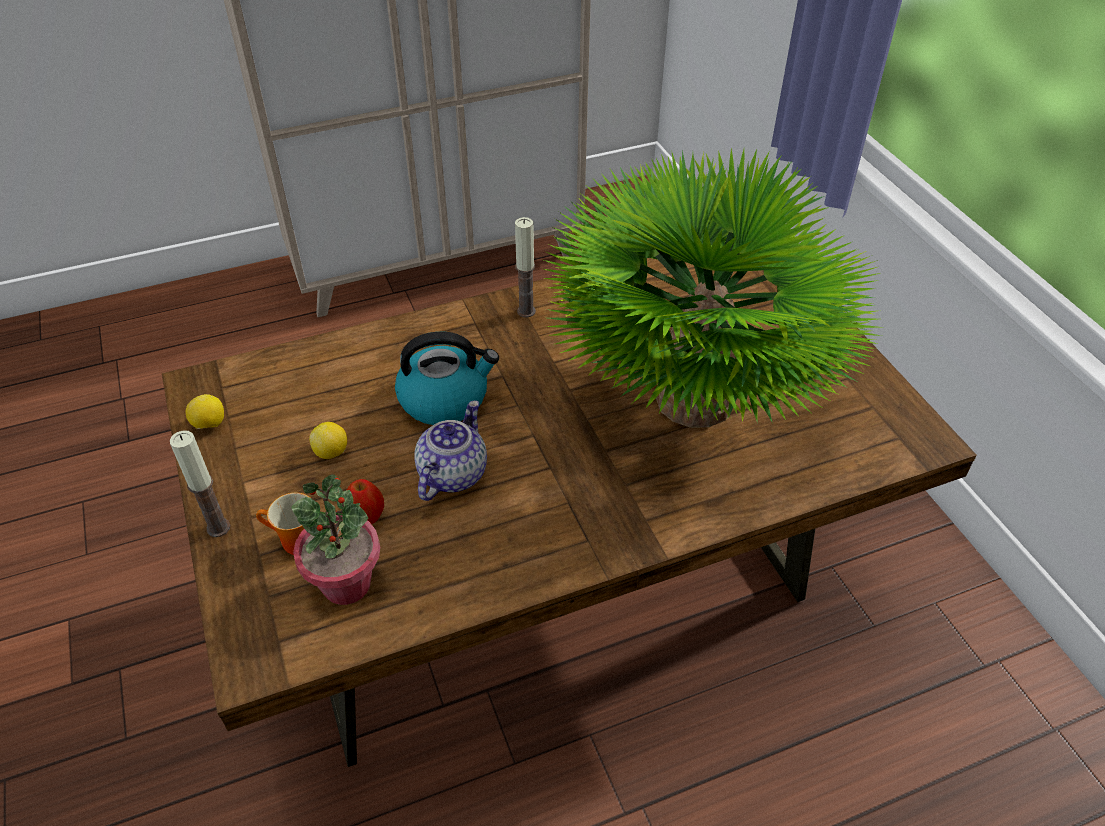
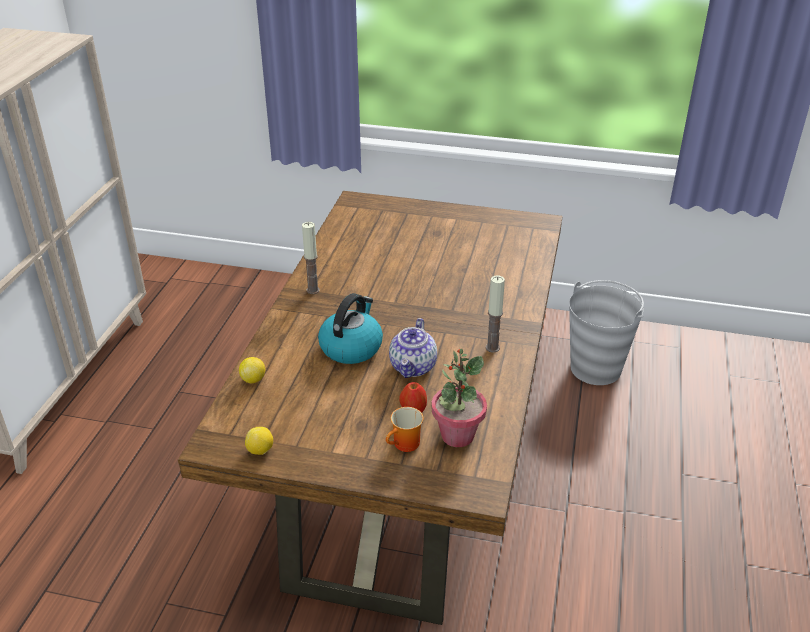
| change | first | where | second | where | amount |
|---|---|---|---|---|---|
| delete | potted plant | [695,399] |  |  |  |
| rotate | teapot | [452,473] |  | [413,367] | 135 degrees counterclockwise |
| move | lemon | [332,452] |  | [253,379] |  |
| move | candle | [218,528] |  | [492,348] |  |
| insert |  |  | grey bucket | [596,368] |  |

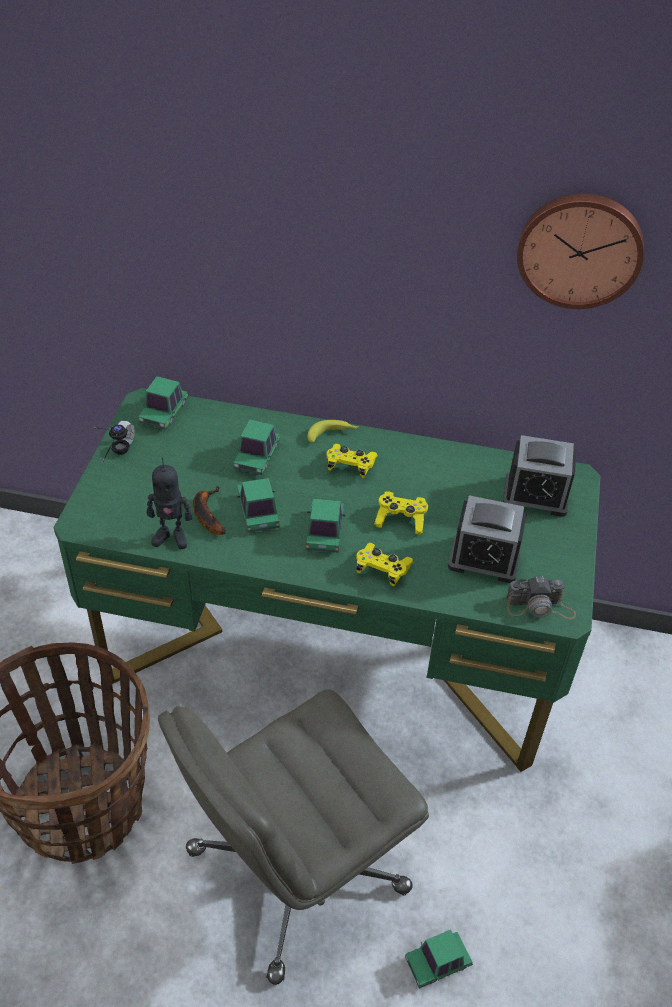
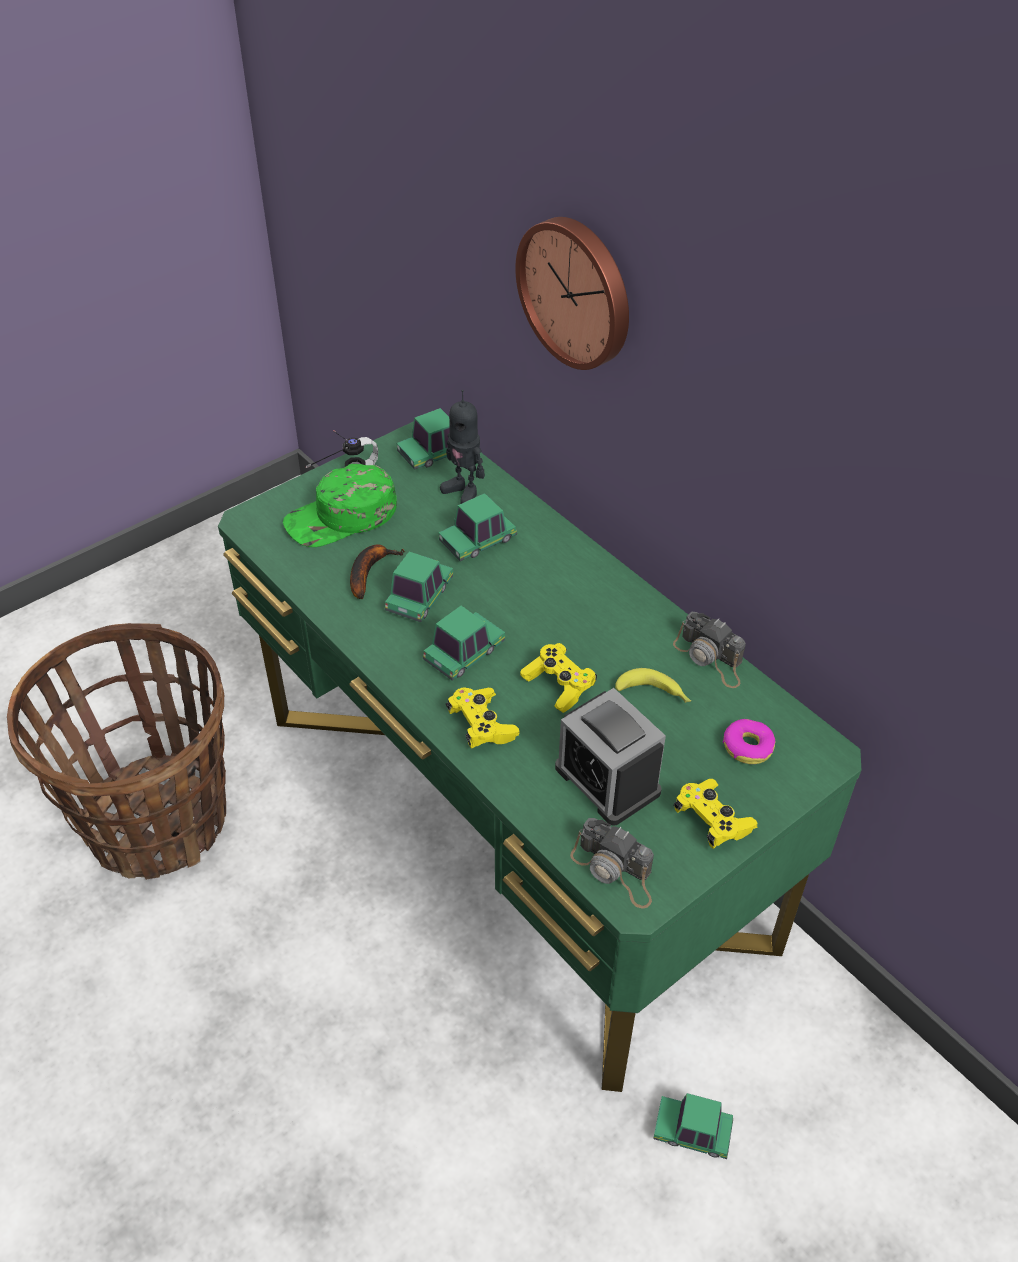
| change | first | where | second | where | amount |
|---|---|---|---|---|---|
| move | wall clock | [580,249] |  | [577,291] |  |
| move | banana | [332,434] |  | [654,694] |  |
| replace | alarm clock | [535,495] | donut | [748,747] |  |
| move | yellow game controller | [350,466] |  | [712,821] |  |
| move | toy robot | [171,537] |  | [463,491] |  |
| delete | grey office chair | [295,872] |  |  |  |
| move | toy car | [438,962] |  | [692,1131] |  |
| insert |  |  | green cap | [341,517] |  |
| insert |  |  | photo camera | [710,658] |  |

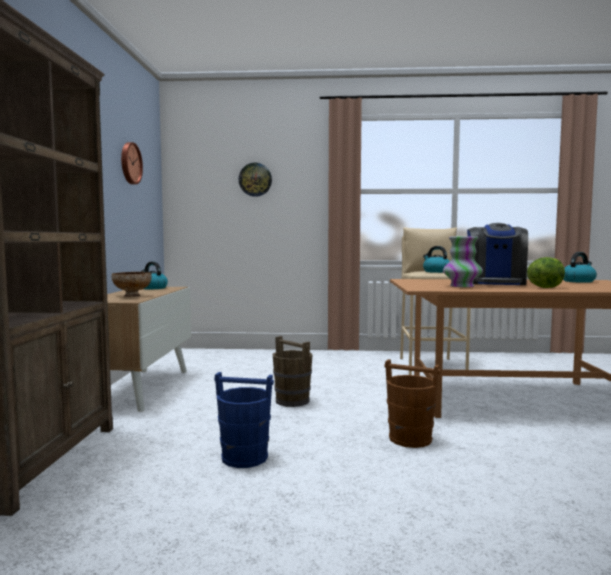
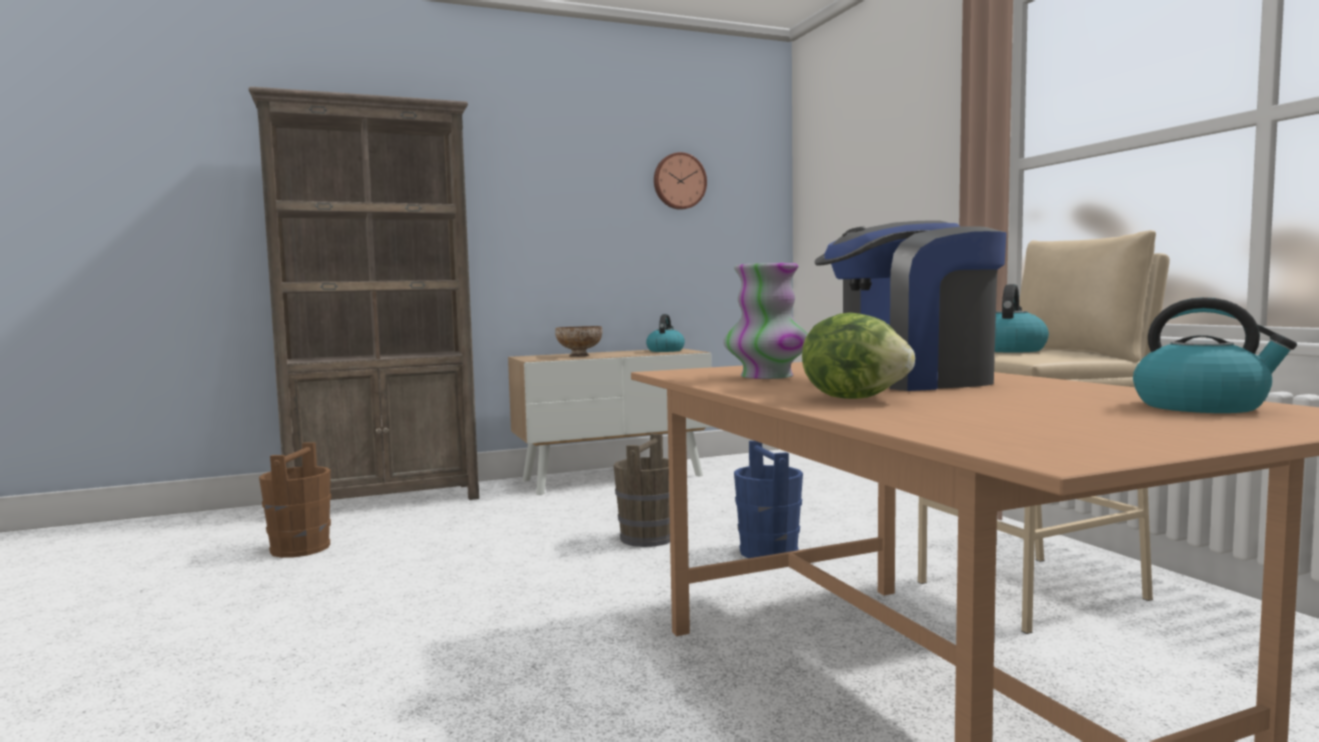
| change | first | where | second | where | amount |
|---|---|---|---|---|---|
| delete | wall clock | [255,179] |  |  |  |
| move | brown bucket | [409,438] |  | [301,548] |  |
| move | blue bucket | [245,457] |  | [768,552] |  |

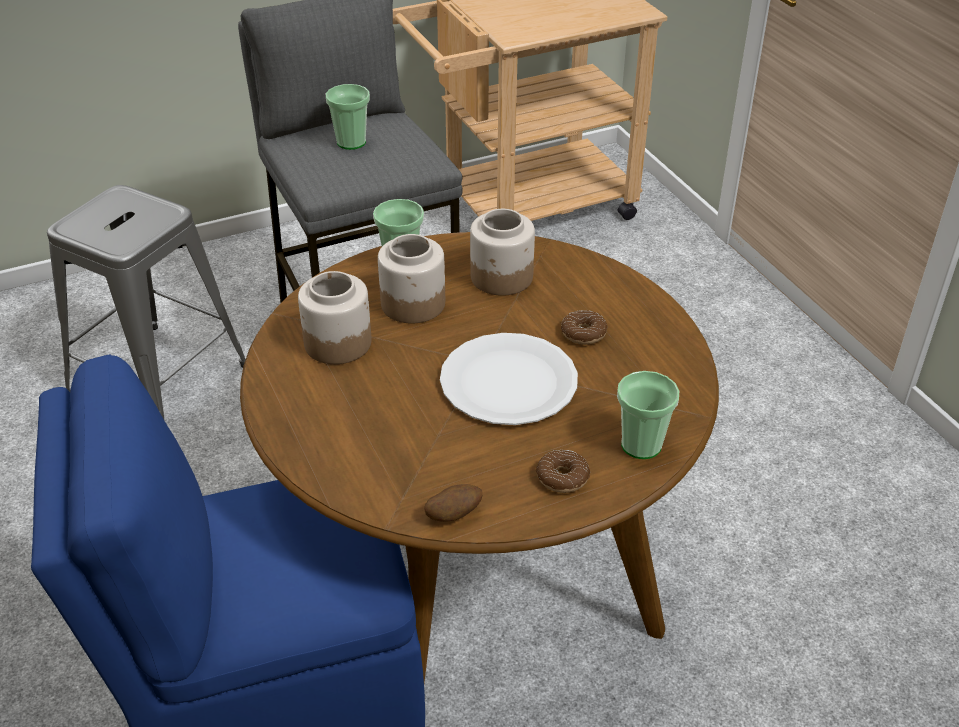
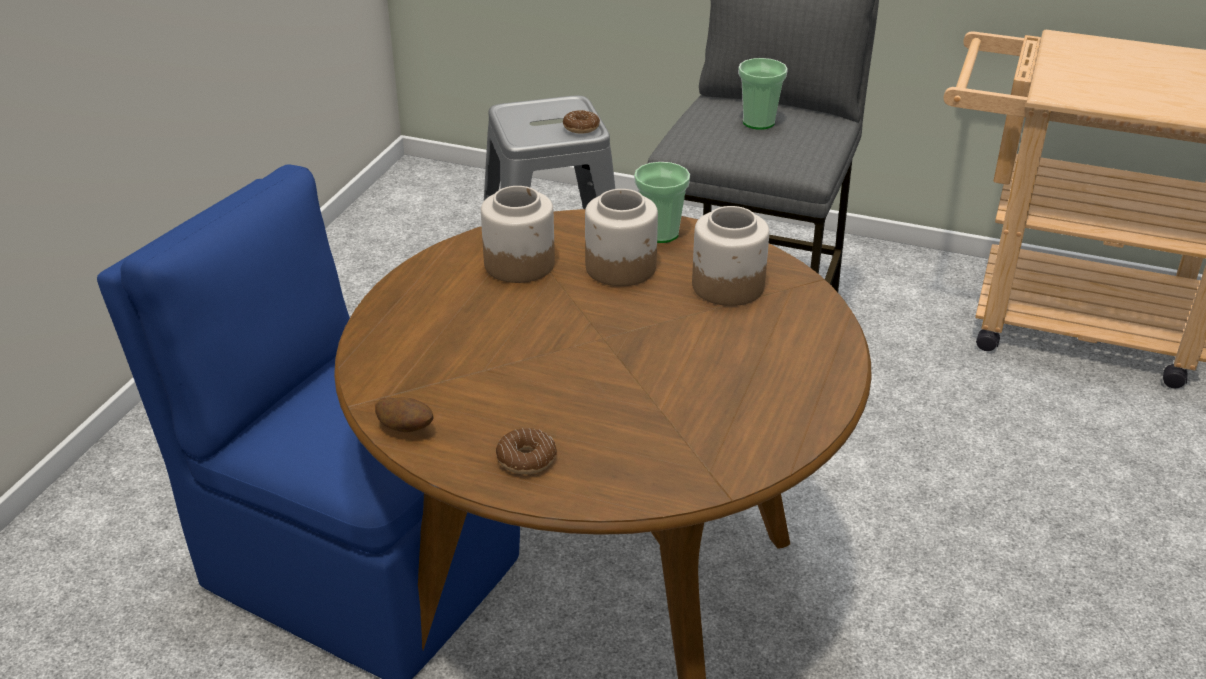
| change | first | where | second | where | amount |
|---|---|---|---|---|---|
| move | donut | [583,333] |  | [581,127] |  |
| delete | white plate | [508,382] |  |  |  |
| delete | cup | [641,445] |  |  |  |

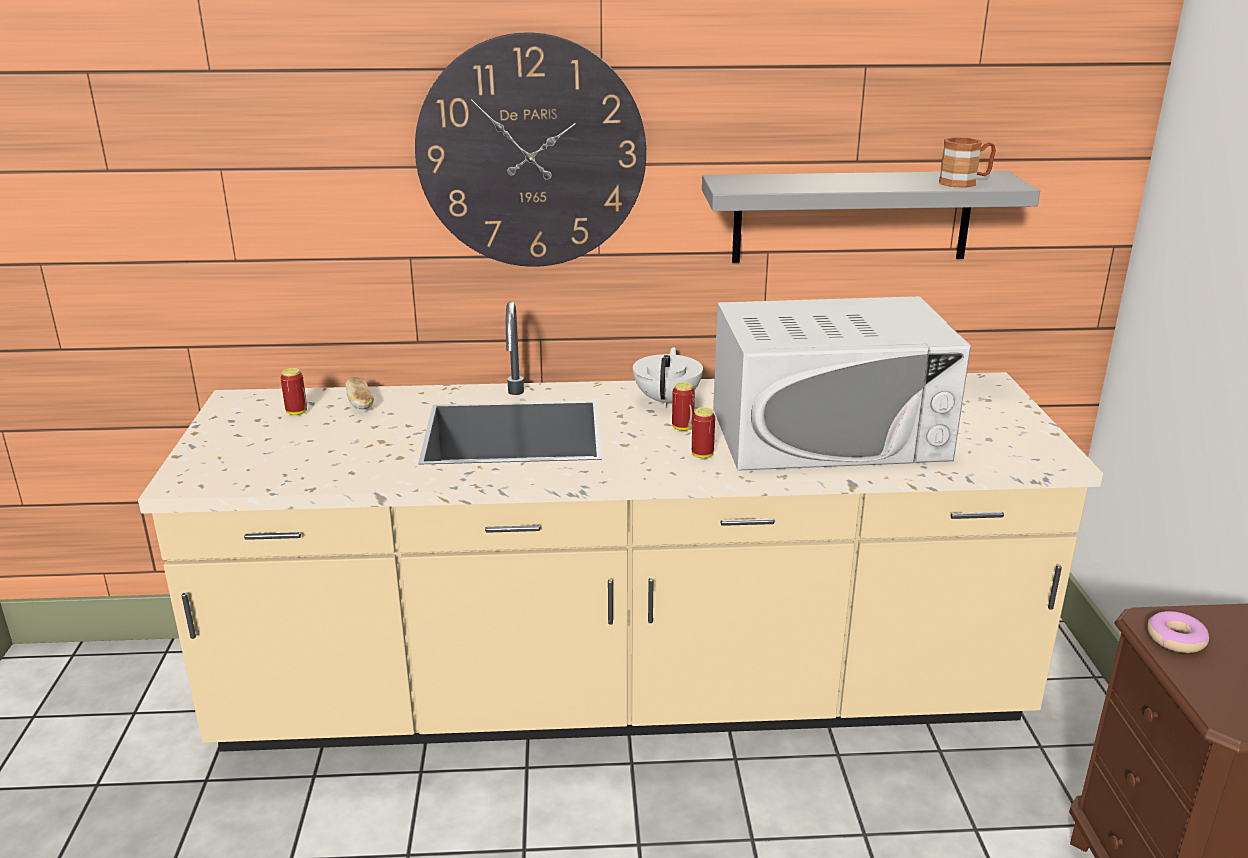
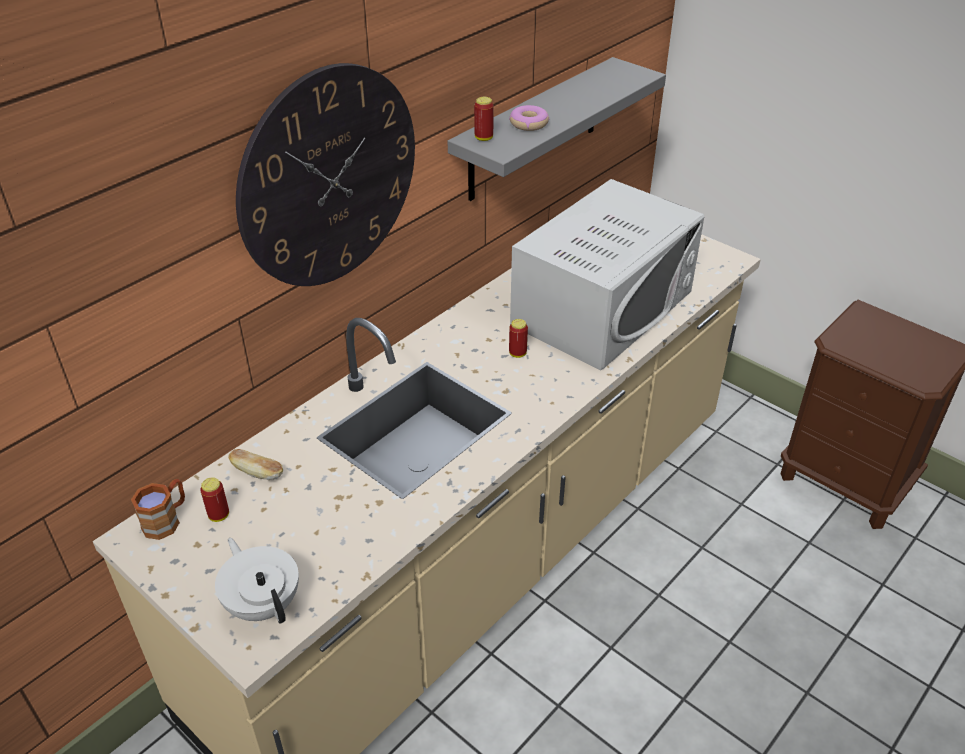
| change | first | where | second | where | amount |
|---|---|---|---|---|---|
| move | brown mug | [965,182] |  | [166,519] |  |
| move | white teapot | [668,400] |  | [263,603] |  |
| move | can | [702,455] |  | [483,138] |  |
| move | donut | [1175,639] |  | [528,124] |  |

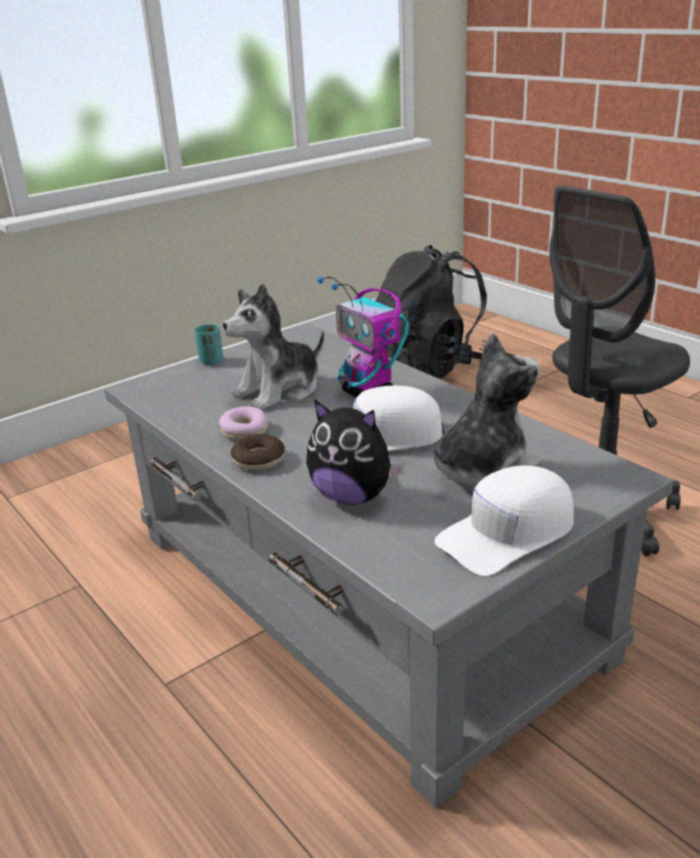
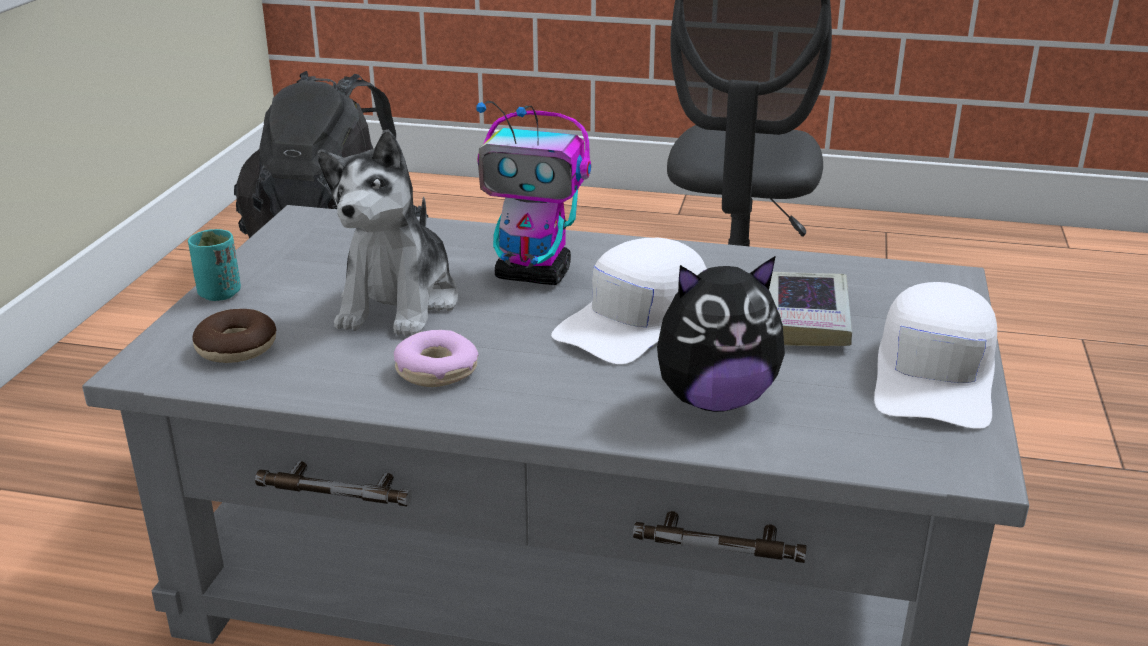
| change | first | where | second | where | amount |
|---|---|---|---|---|---|
| replace | plush toy | [484,470] | book | [806,318] |  |
| move | donut | [258,460] |  | [236,348] |  |

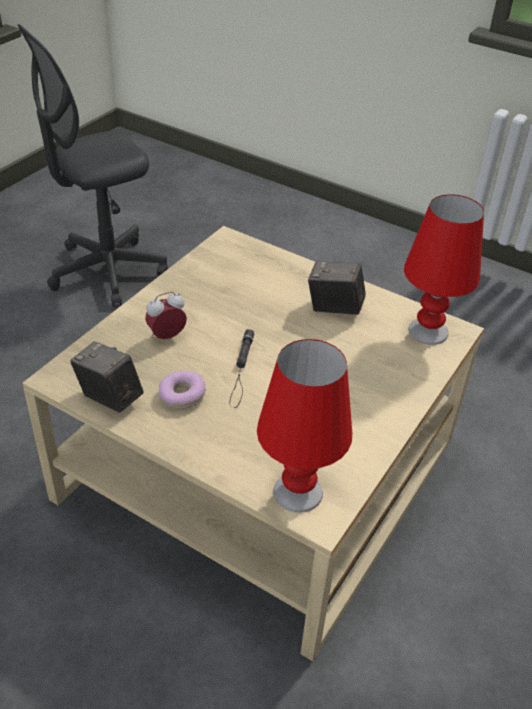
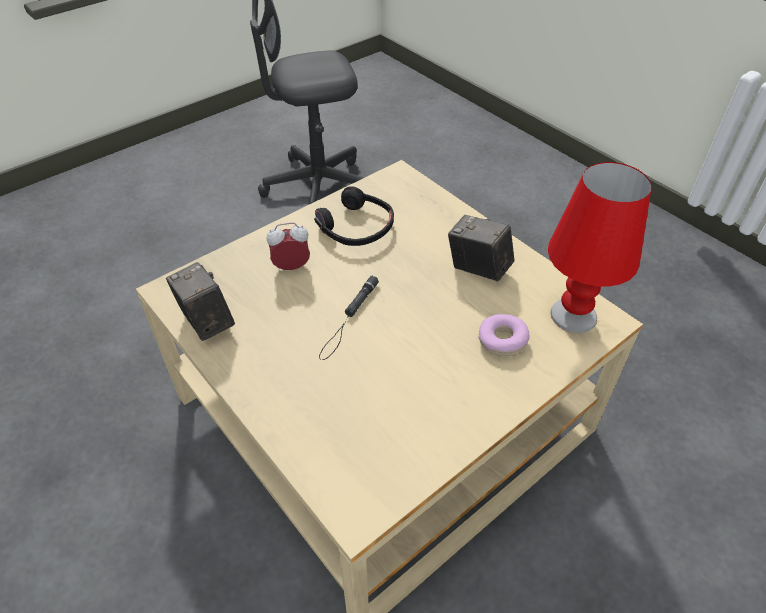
| change | first | where | second | where | amount |
|---|---|---|---|---|---|
| delete | red table lamp | [298,492] |  |  |  |
| move | donut | [182,395] |  | [502,340] |  |
| insert |  |  | black headphones | [356,228] |  |

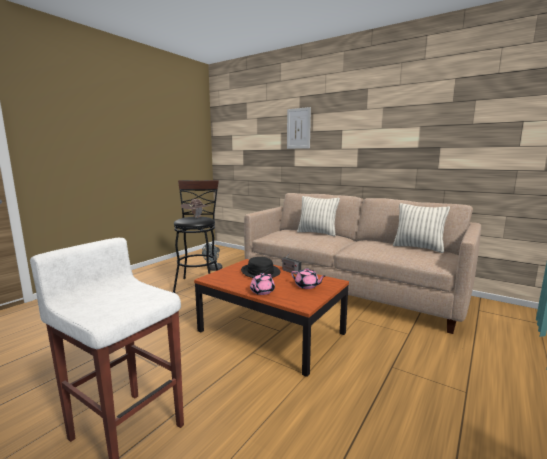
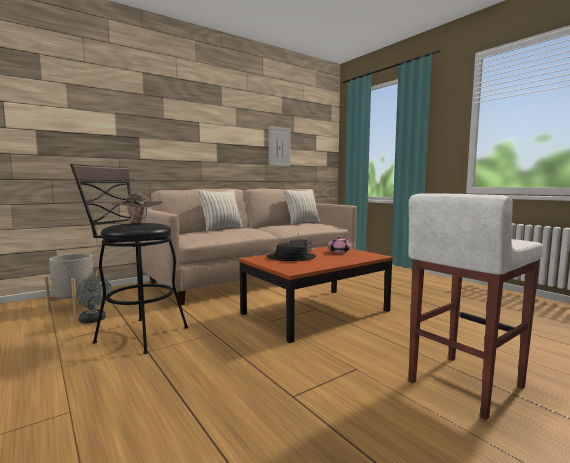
| change | first | where | second | where | amount |
|---|---|---|---|---|---|
| move | picture | [298,128] |  | [279,146] |  |
| delete | pink teapot | [262,292] |  |  |  |
| insert |  |  | grey planter | [75,306] |  |

